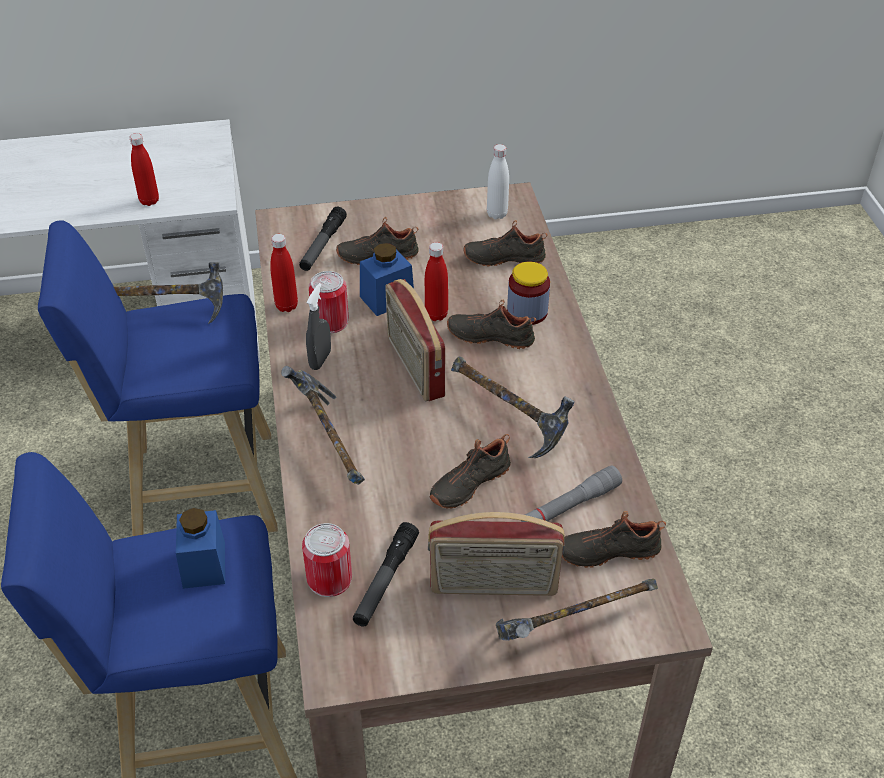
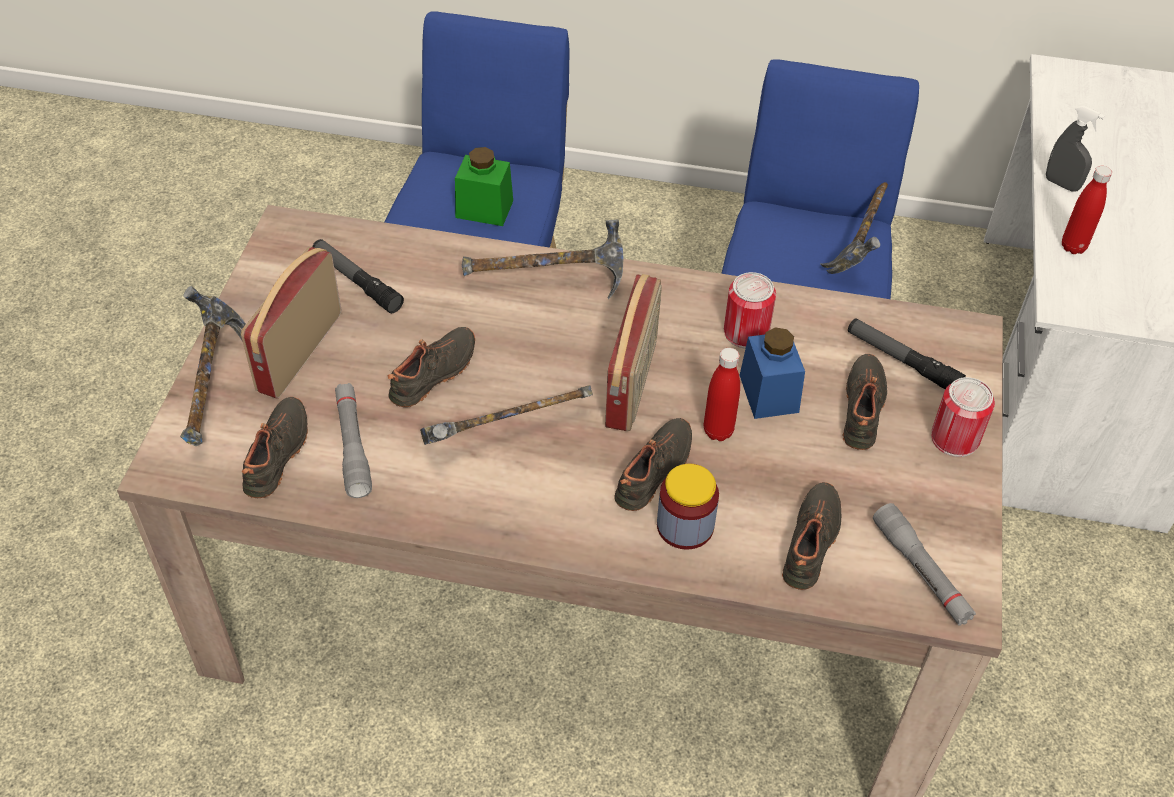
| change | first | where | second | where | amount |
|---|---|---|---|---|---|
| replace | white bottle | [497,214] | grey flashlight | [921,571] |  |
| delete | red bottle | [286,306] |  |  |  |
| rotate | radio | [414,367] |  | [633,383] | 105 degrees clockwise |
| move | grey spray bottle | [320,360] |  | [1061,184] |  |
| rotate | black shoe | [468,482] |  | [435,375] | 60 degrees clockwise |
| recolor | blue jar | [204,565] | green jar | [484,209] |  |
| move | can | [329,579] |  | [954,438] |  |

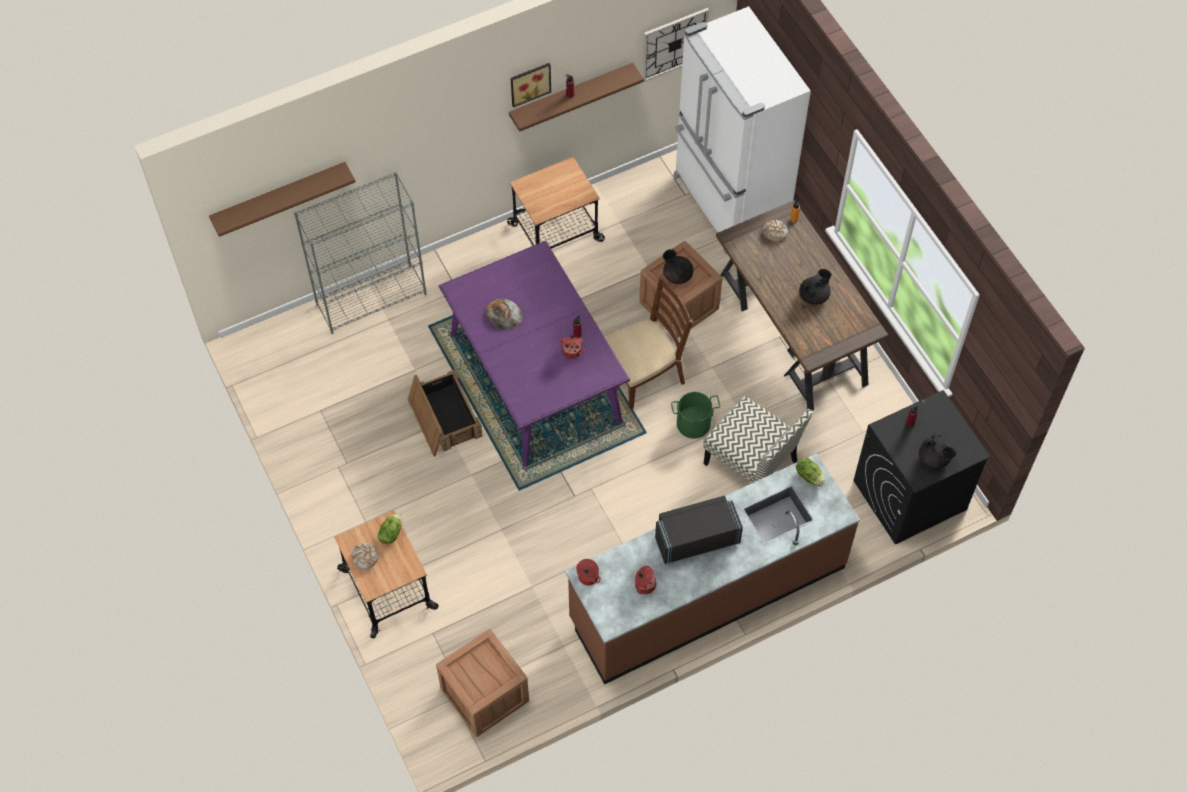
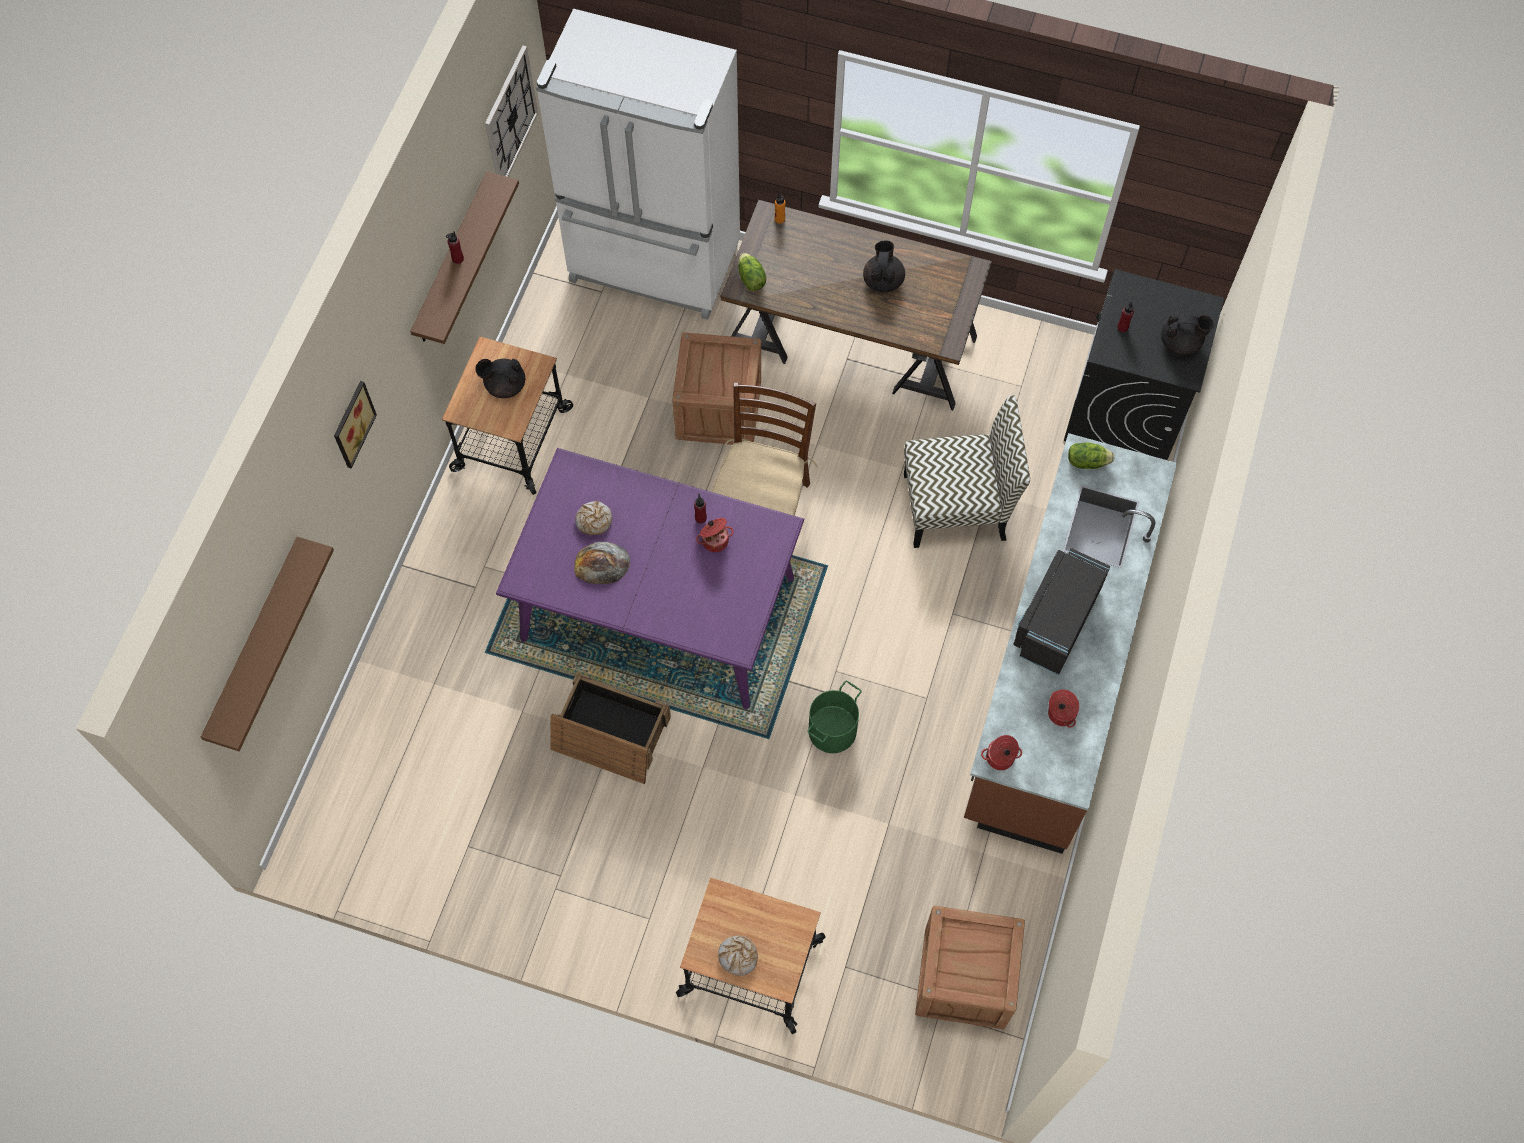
| change | first | where | second | where | amount |
|---|---|---|---|---|---|
| move | picture | [529,83] |  | [351,423] |  |
| delete | grey bookcase | [372,298] |  |  |  |
| move | bread | [774,233] |  | [594,521] |  |
| move | black teapot | [677,275] |  | [504,385] |  |
| move | green bucket | [693,424] |  | [833,730] |  |
| move | lettuce | [390,533] |  | [750,279] |  |

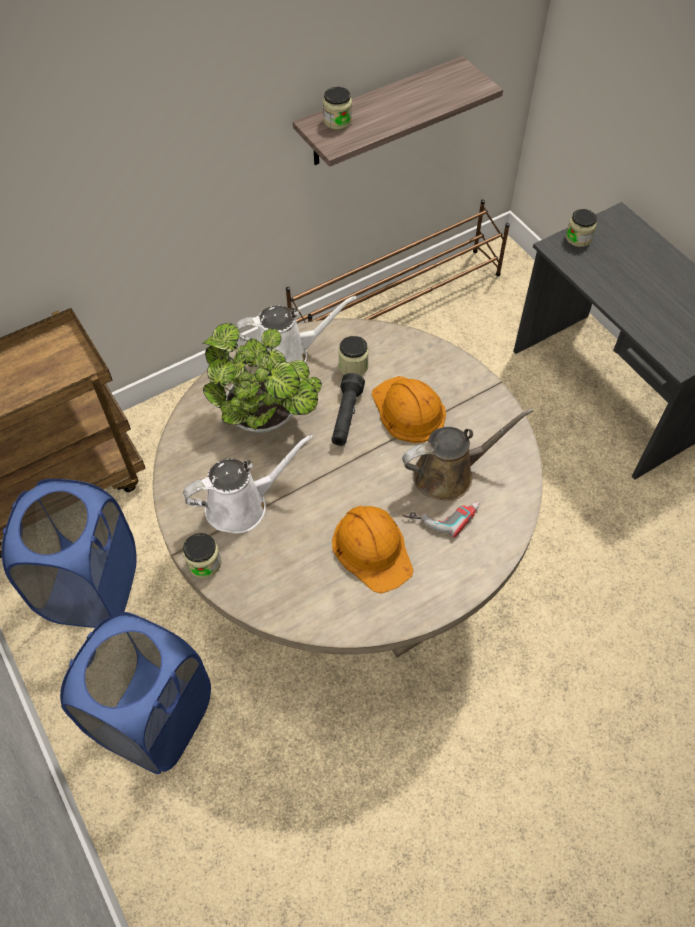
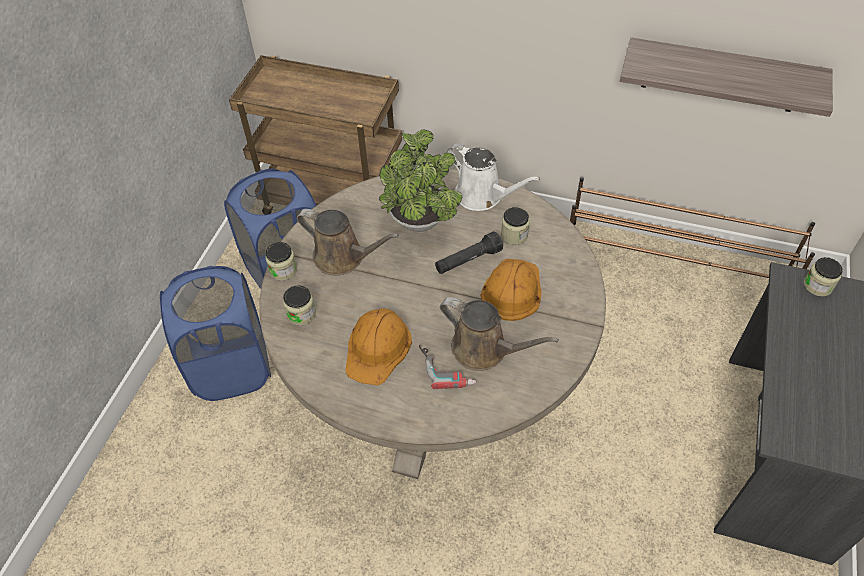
| change | first | where | second | where | amount |
|---|---|---|---|---|---|
| move | jar | [337,121] |  | [301,314] |  |
| recolor | white watering can | [242,505] | brown watering can | [343,258] |  |

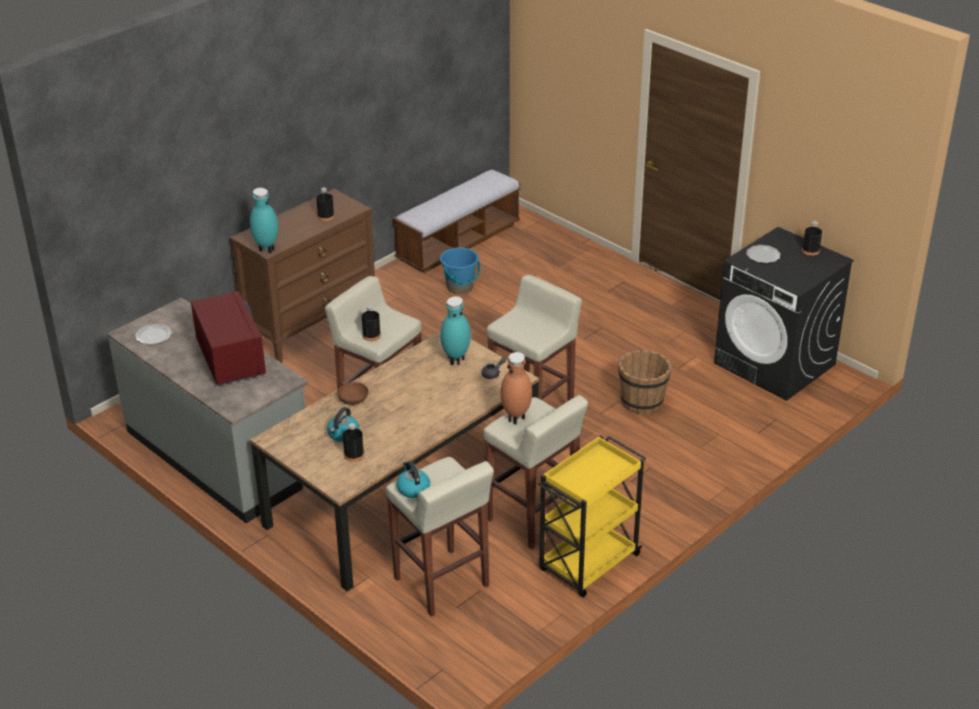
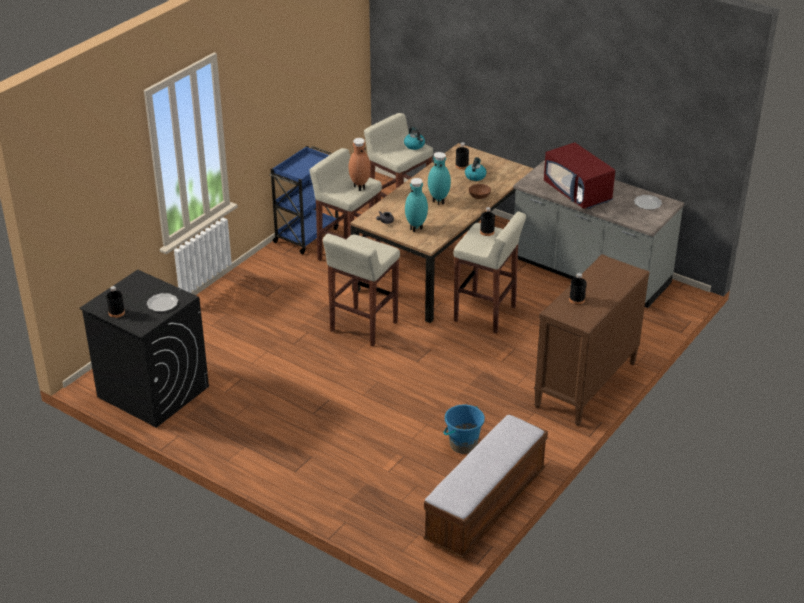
| change | first | where | second | where | amount |
|---|---|---|---|---|---|
| move | turquoise vase | [266,249] |  | [439,201] |  |
| delete | brown bucket | [642,402] |  |  |  |
| recolor | yellow cart | [588,564] | blue cart | [307,234] |  |

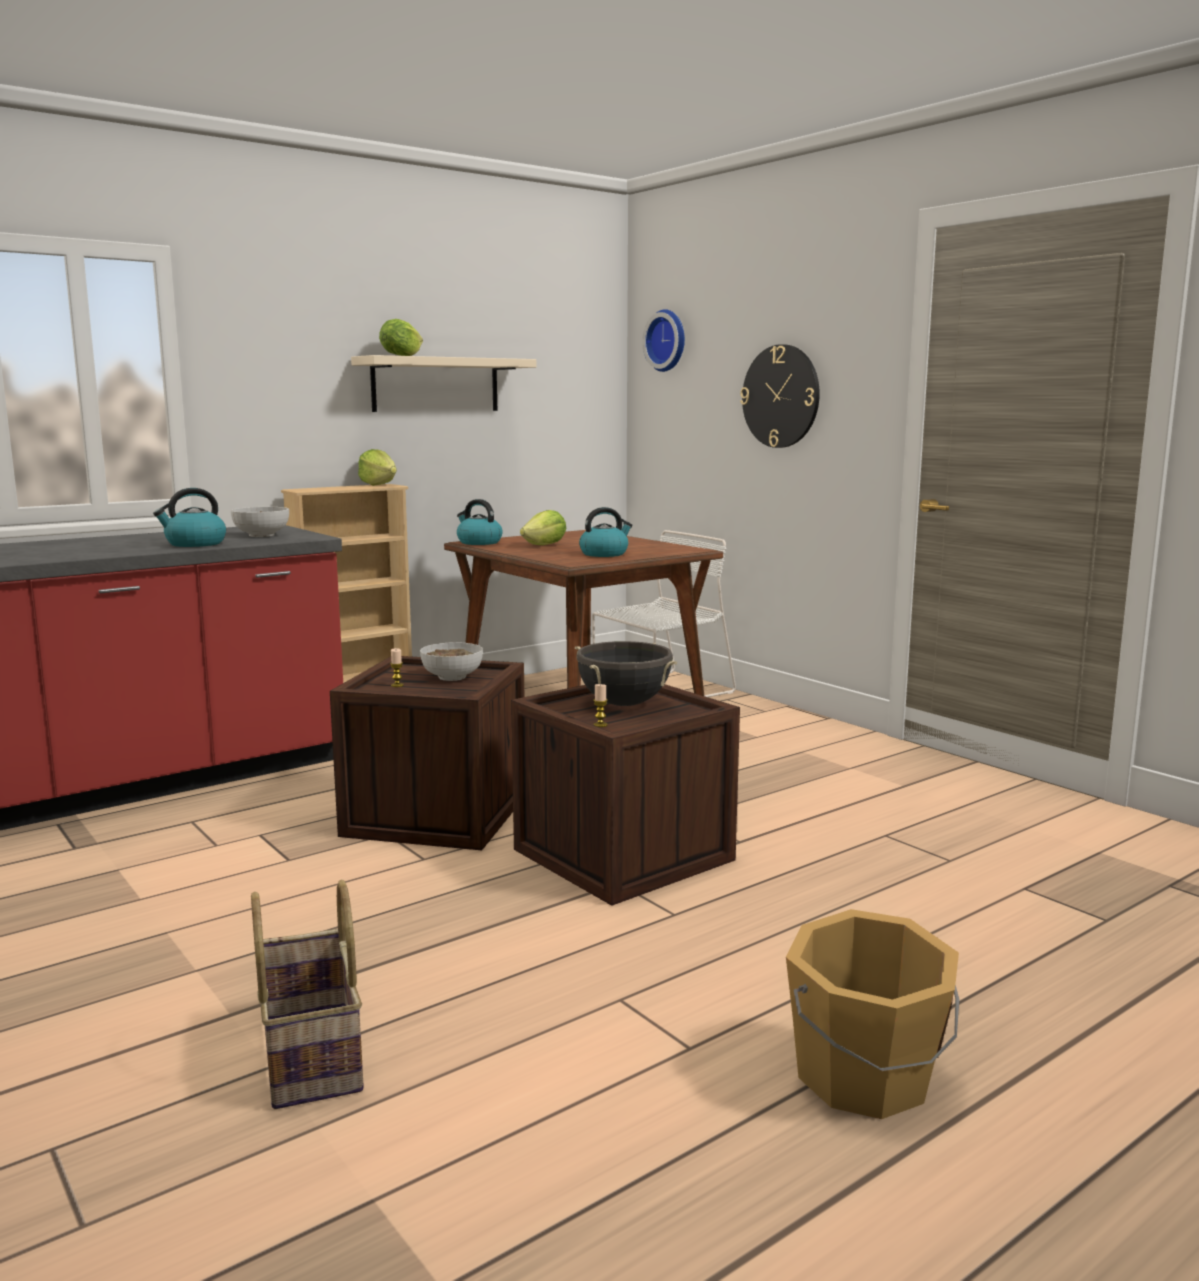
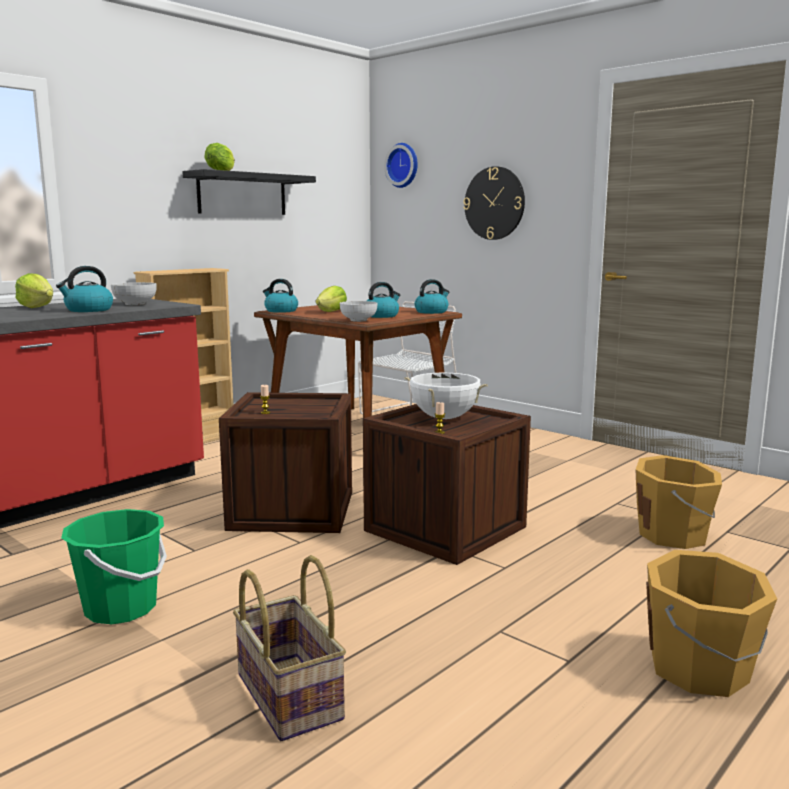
| change | first | where | second | where | amount |
|---|---|---|---|---|---|
| recolor | beige shelf | [435,385] | black shelf | [242,194] |  |
| move | lettuce | [378,485] |  | [37,307] |  |
| recolor | black cooking pot | [623,704] | white cooking pot | [444,418] |  |
| move | bowl | [453,677] |  | [359,320] |  |
| insert |  |  | kettle | [431,312] |  |
| insert |  |  | orange bucket | [674,535] |  |
| insert |  |  | green bucket | [121,608] |  |

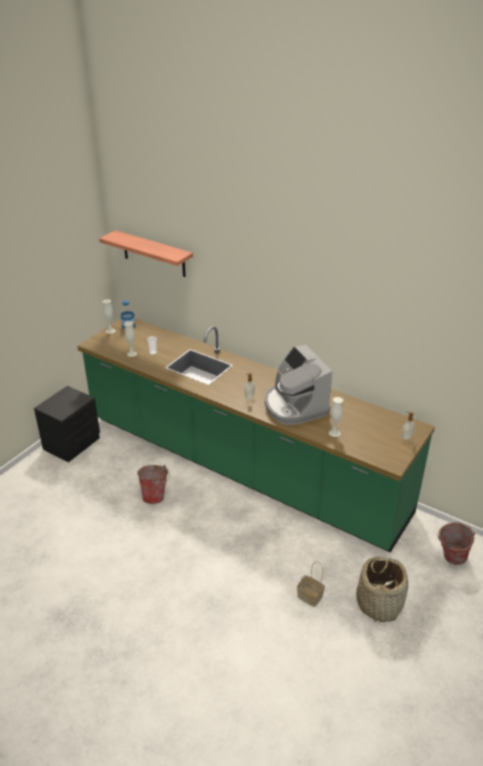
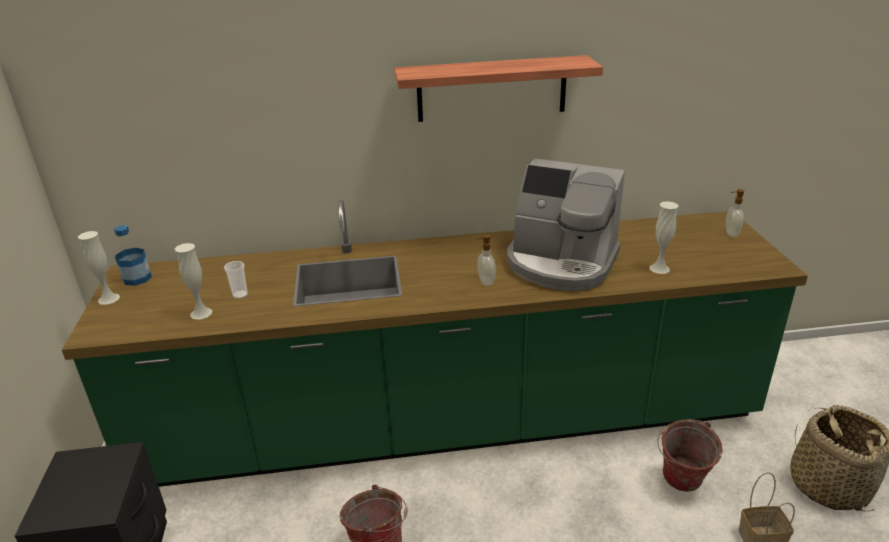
| change | first | where | second | where | amount |
|---|---|---|---|---|---|
| move | shelf | [154,254] |  | [492,89] |  |
| move | bucket | [450,558] |  | [680,484] |  |

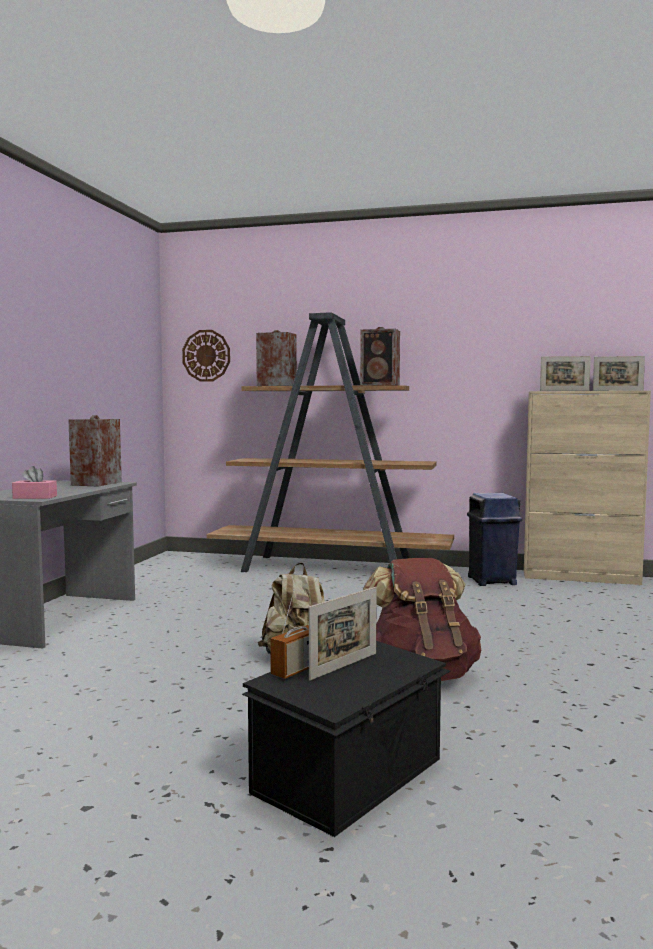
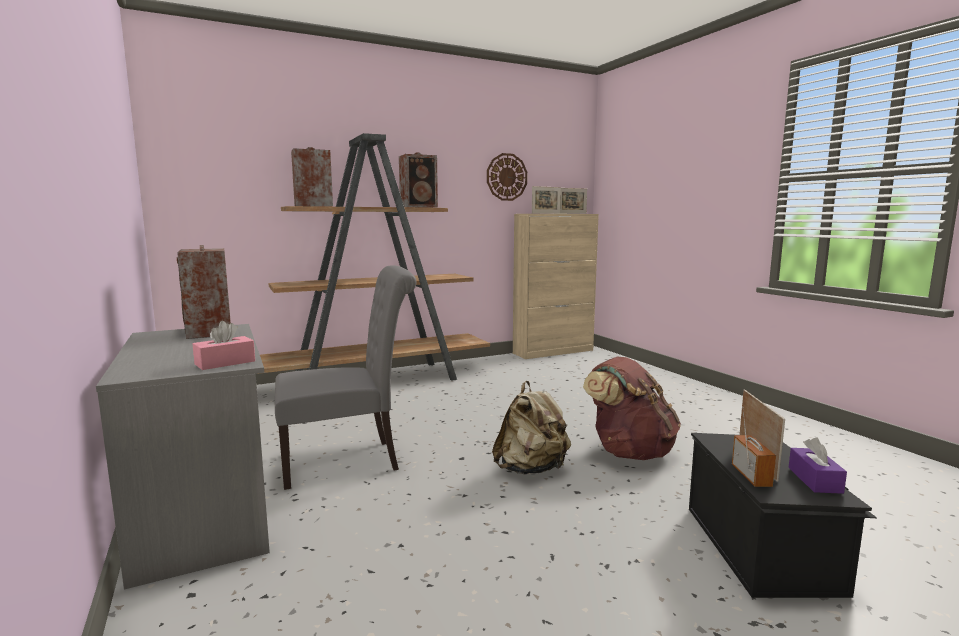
| change | first | where | second | where | amount |
|---|---|---|---|---|---|
| move | wall clock | [206,355] |  | [506,177] |  |
| delete | blue trash can | [492,581] |  |  |  |
| insert |  |  | grey chair | [348,461] |  |
| insert |  |  | purple tissue box | [814,480] |  |

